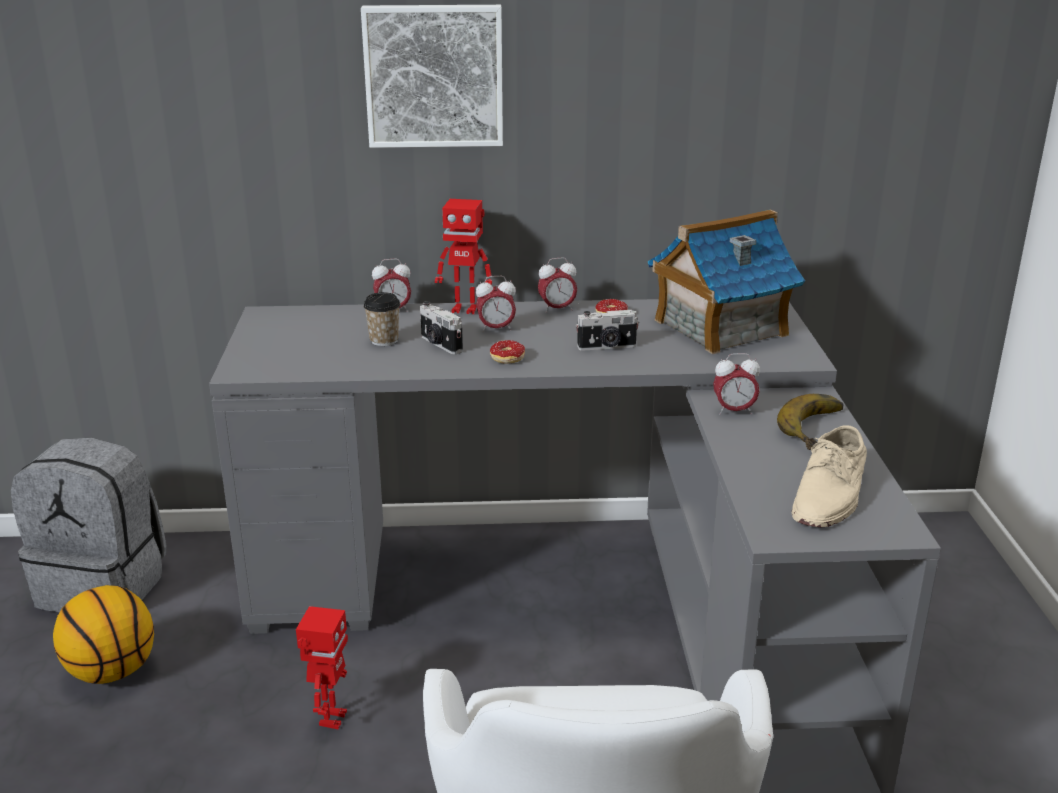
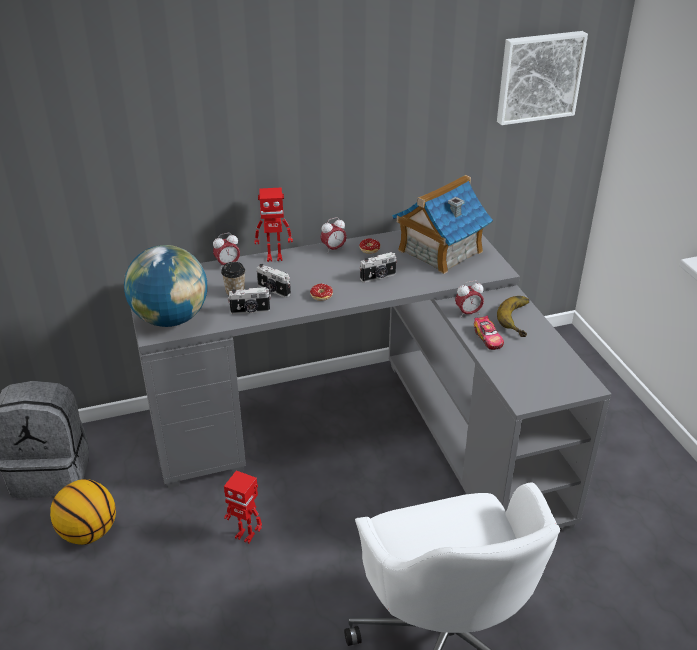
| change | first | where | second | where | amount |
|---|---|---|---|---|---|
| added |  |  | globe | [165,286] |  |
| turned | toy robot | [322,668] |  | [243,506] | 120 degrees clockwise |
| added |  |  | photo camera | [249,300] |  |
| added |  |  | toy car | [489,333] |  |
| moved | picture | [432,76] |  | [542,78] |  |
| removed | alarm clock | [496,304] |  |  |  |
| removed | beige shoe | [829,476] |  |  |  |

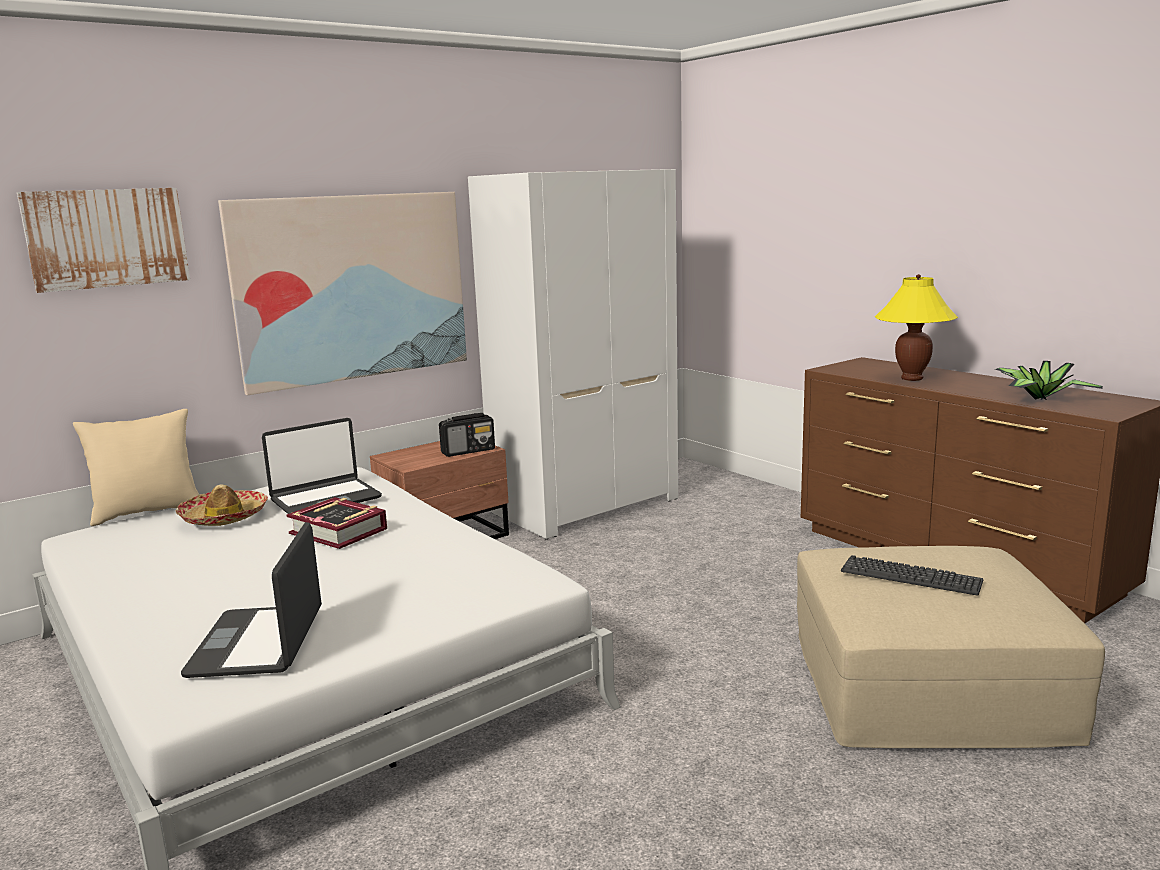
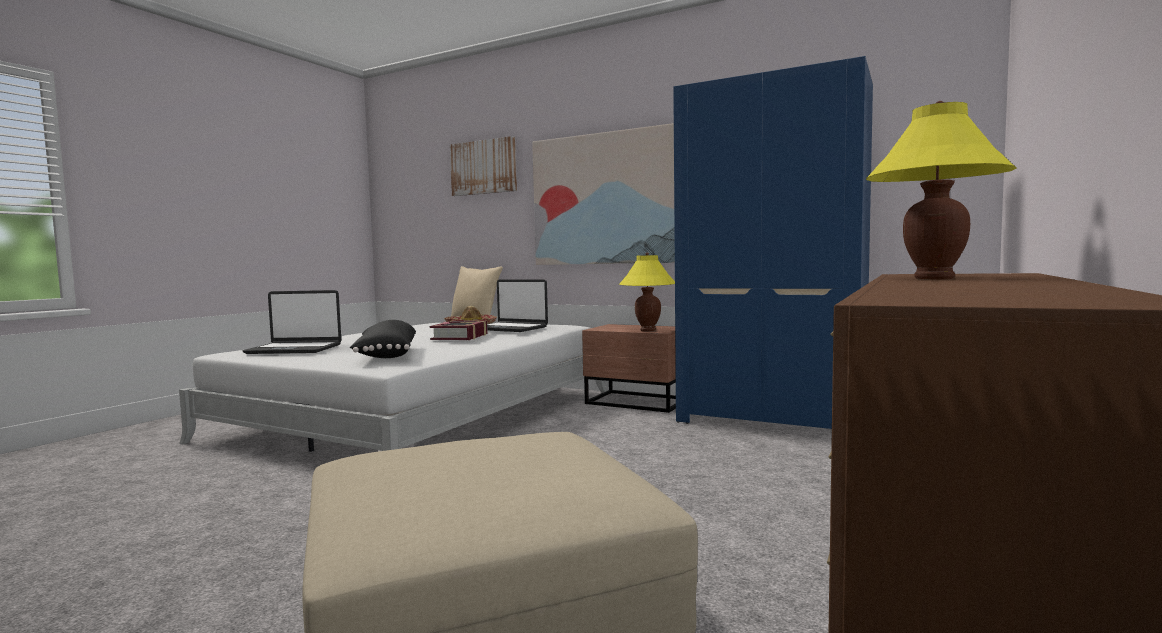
| change | first | where | second | where | amount |
|---|---|---|---|---|---|
| turned | laptop | [251,600] |  | [292,322] | 150 degrees counterclockwise |
| added |  |  | black pillow | [383,339] |  |
| replaced | radio | [467,435] | yellow table lamp | [647,292] |  |
| recoloured | white wardrobe | [573,354] | blue wardrobe | [773,242] |  |
| removed | keyboard | [912,575] |  |  |  |
| removed | potted plant | [1049,380] |  |  |  |

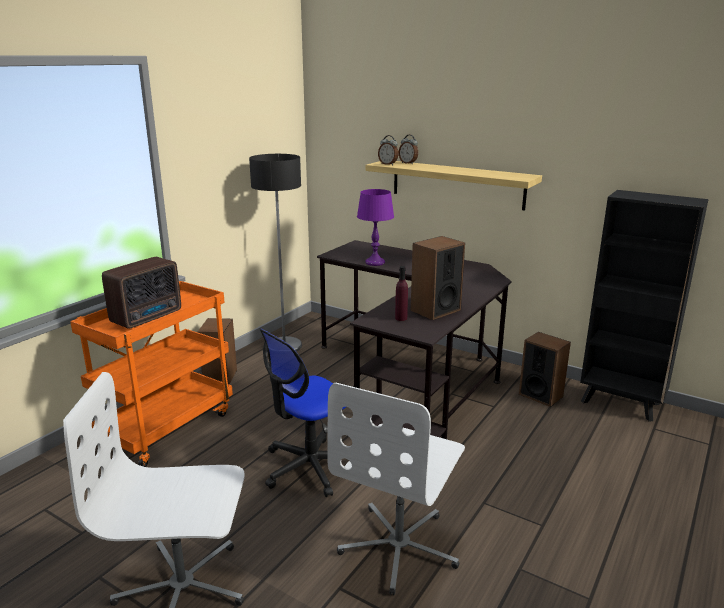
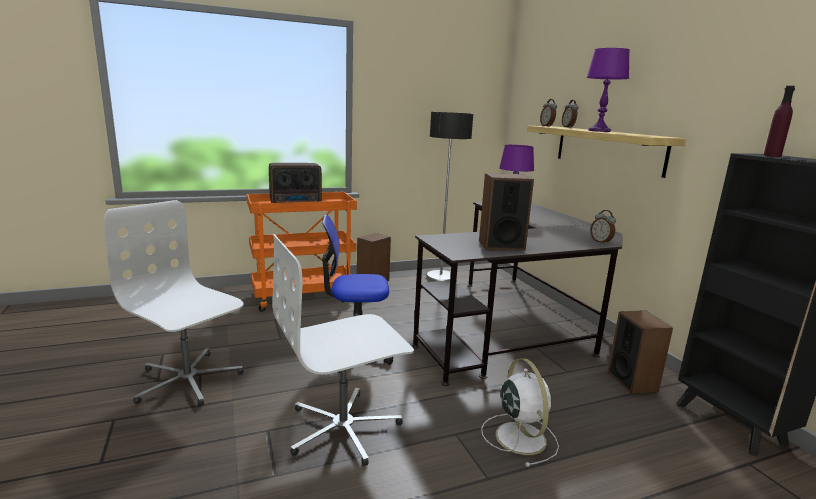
| change | first | where | second | where | amount |
|---|---|---|---|---|---|
| added |  |  | white fan | [520,412] |  |
| added |  |  | purple table lamp | [608,90] |  |
| added |  |  | alarm clock | [603,227] |  |
| moved | purple bottle | [401,293] |  | [779,121] |  |

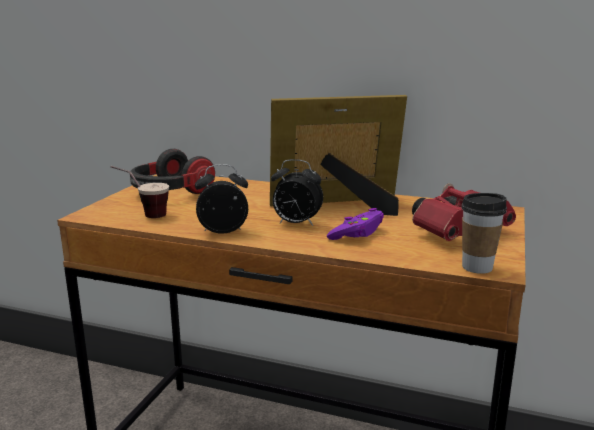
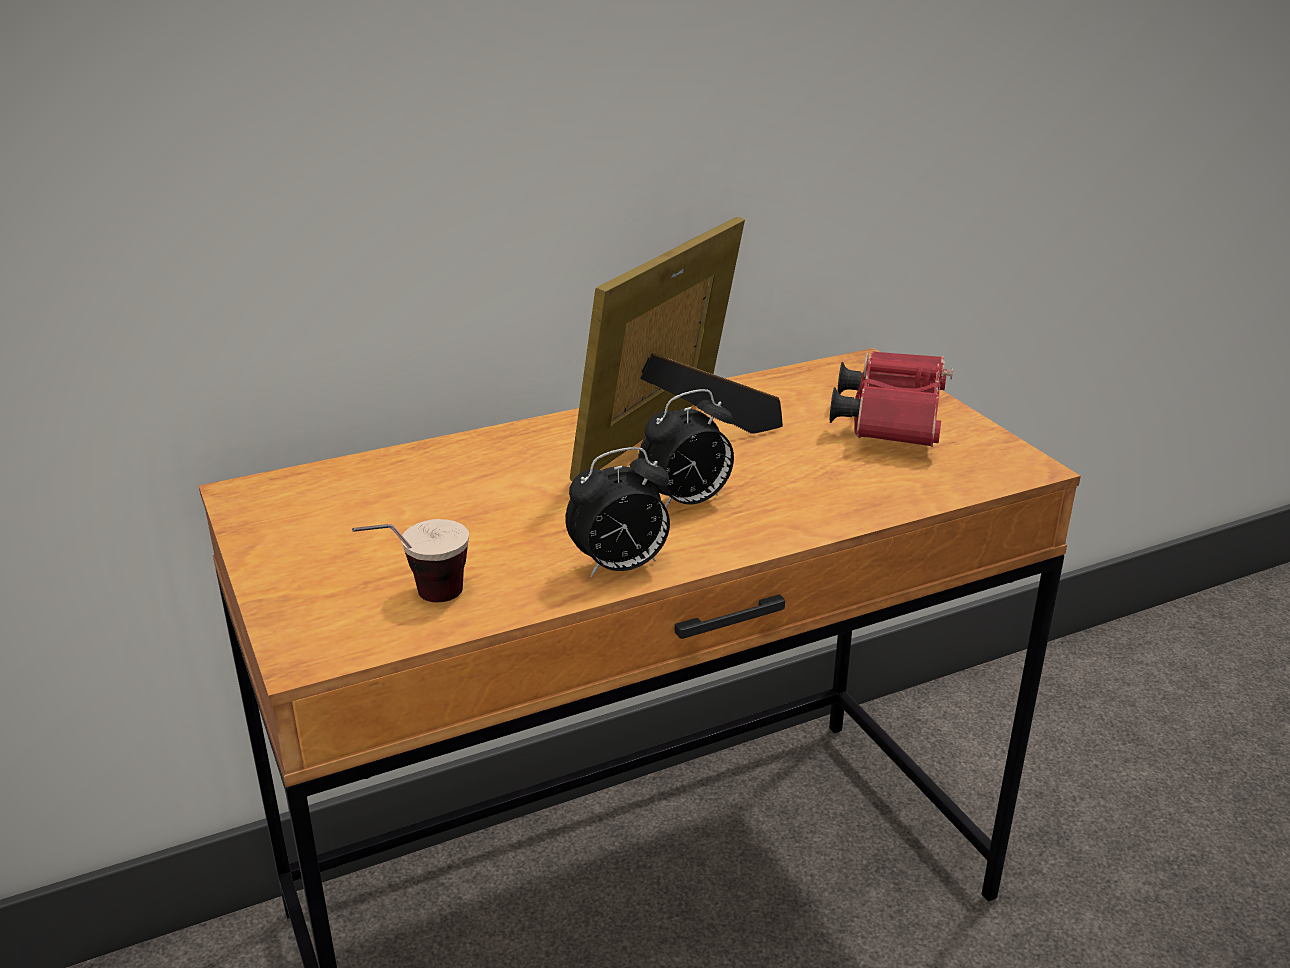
| change | first | where | second | where | amount |
|---|---|---|---|---|---|
| turned | alarm clock | [221,199] |  | [617,512] | 150 degrees counterclockwise |
| removed | headphones | [172,171] |  |  |  |
| removed | purple game controller | [355,224] |  |  |  |
| removed | cup | [484,233] |  |  |  |

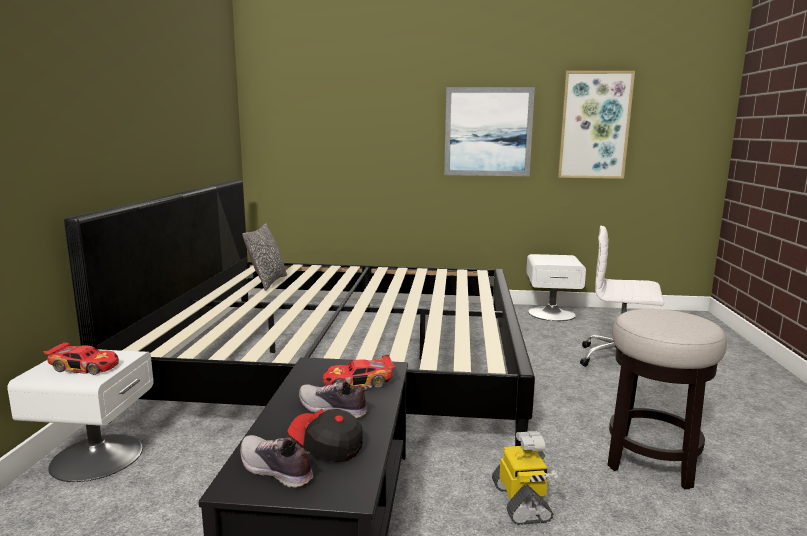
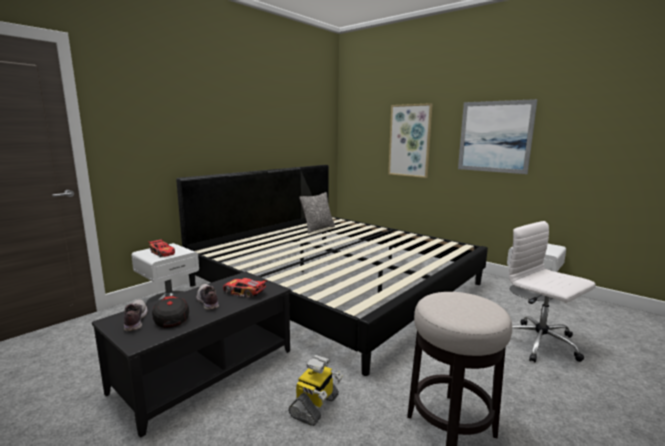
| change | first | where | second | where | amount |
|---|---|---|---|---|---|
| moved | picture | [596,125] |  | [410,140] |  |

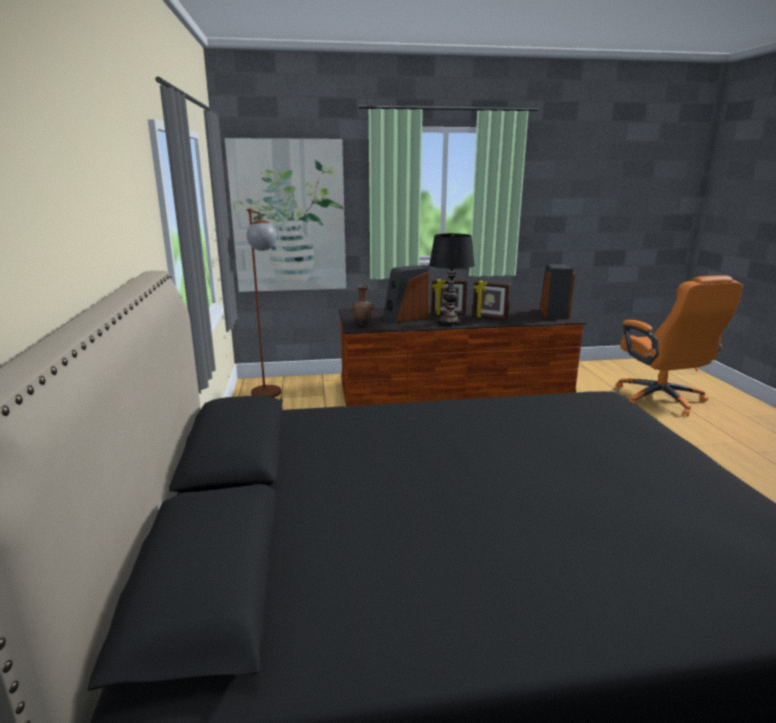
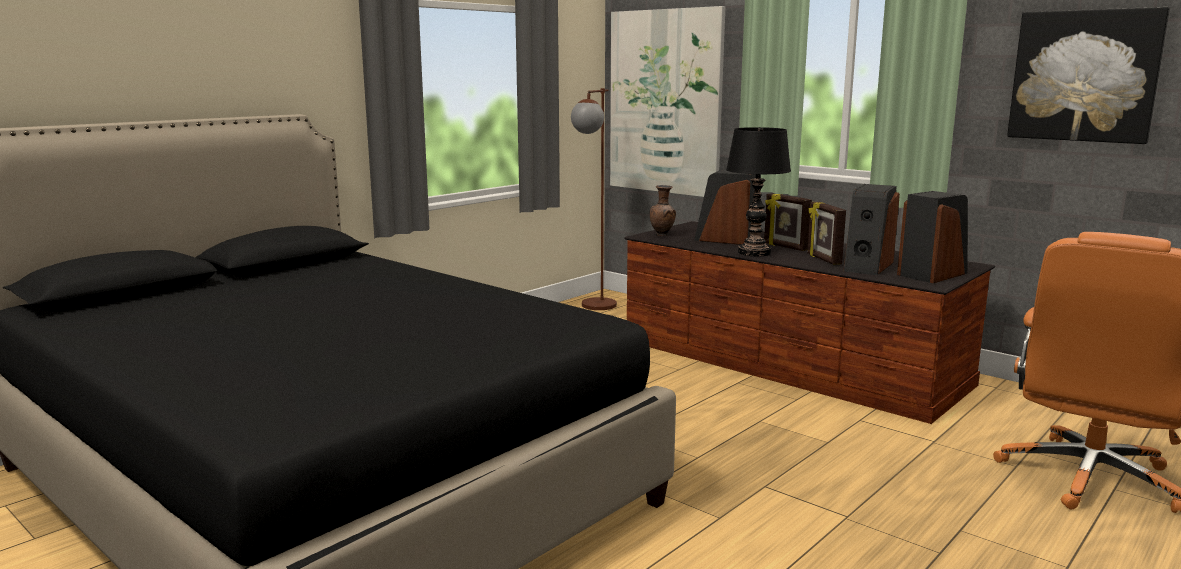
| change | first | where | second | where | amount |
|---|---|---|---|---|---|
| added |  |  | speaker | [872,229] |  |
| added |  |  | picture | [1088,75] |  |

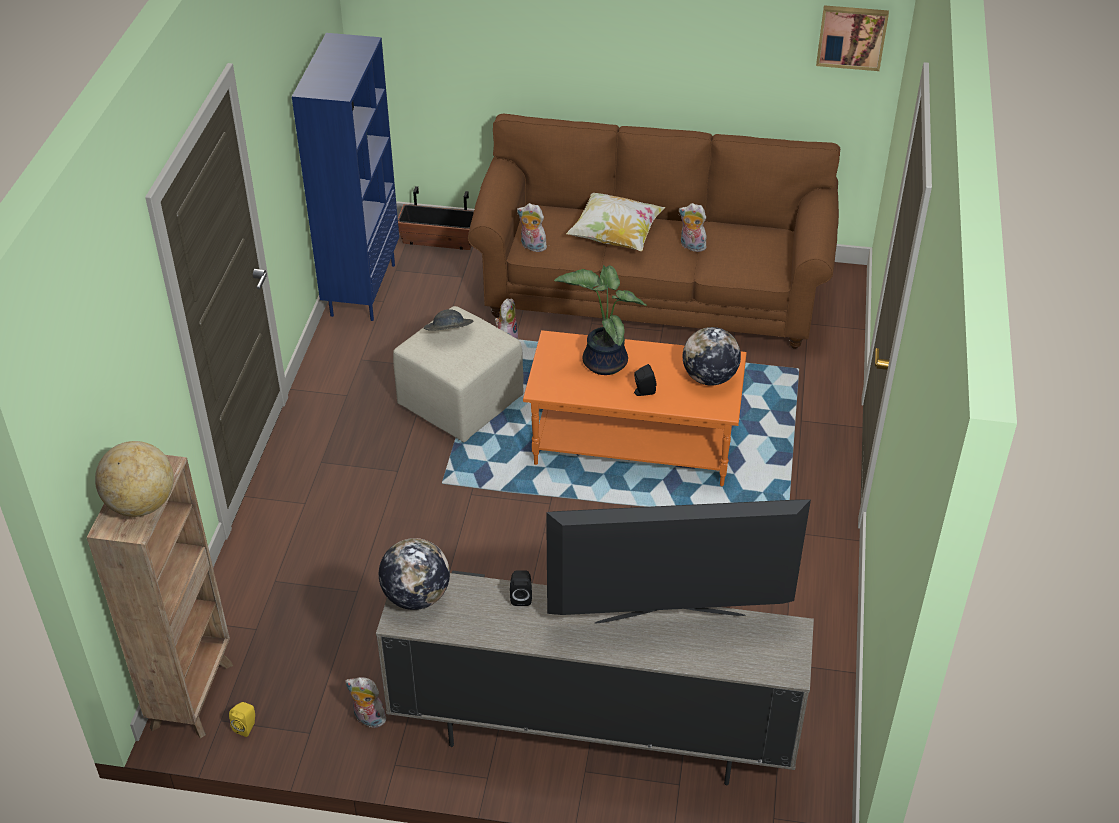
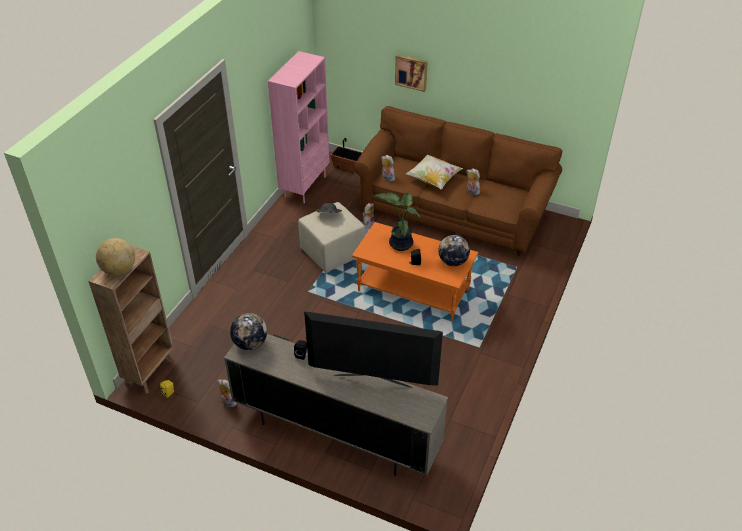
| change | first | where | second | where | amount |
|---|---|---|---|---|---|
| recoloured | blue bookcase | [345,177] | pink bookcase | [299,127] |  |
| moved | picture | [852,38] |  | [411,73] |  |

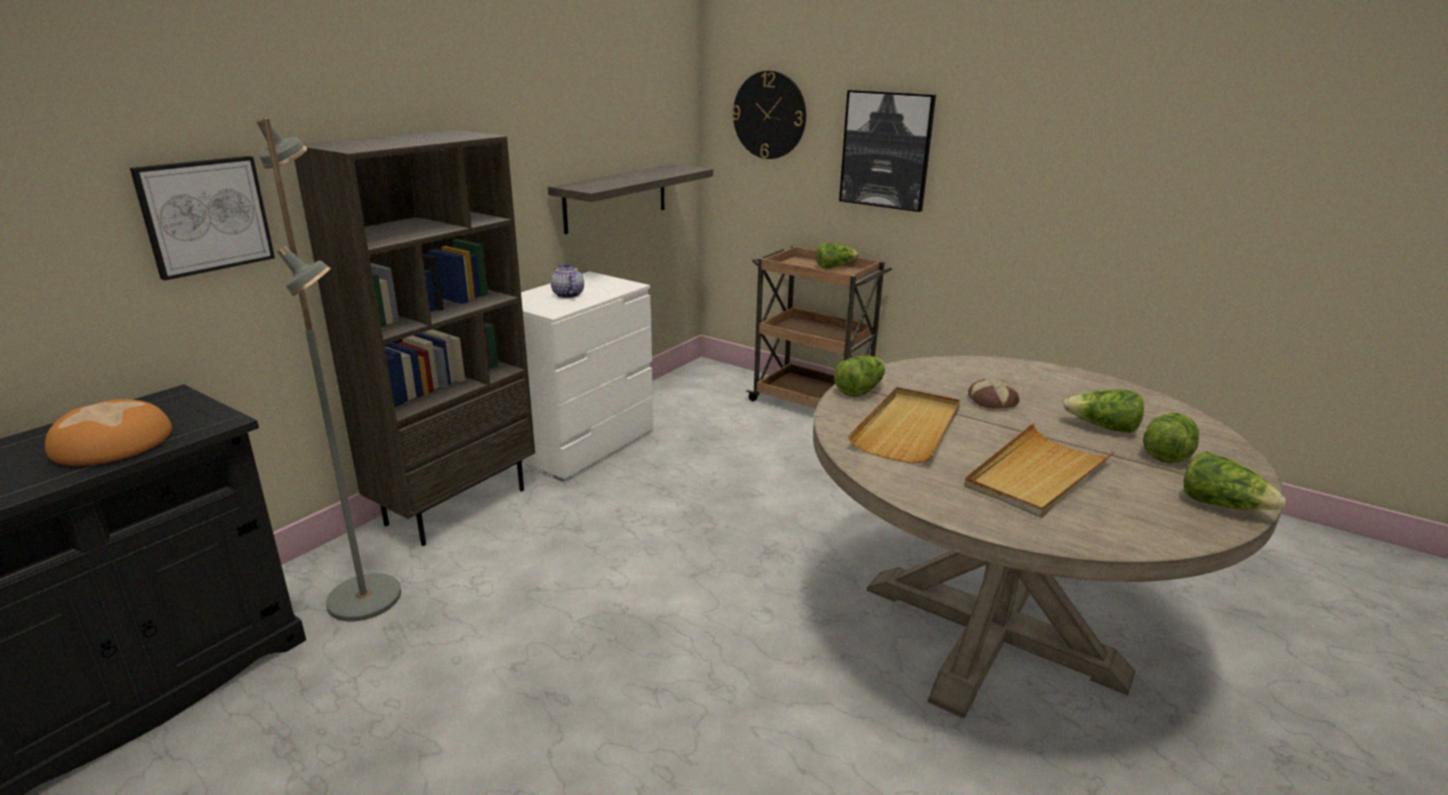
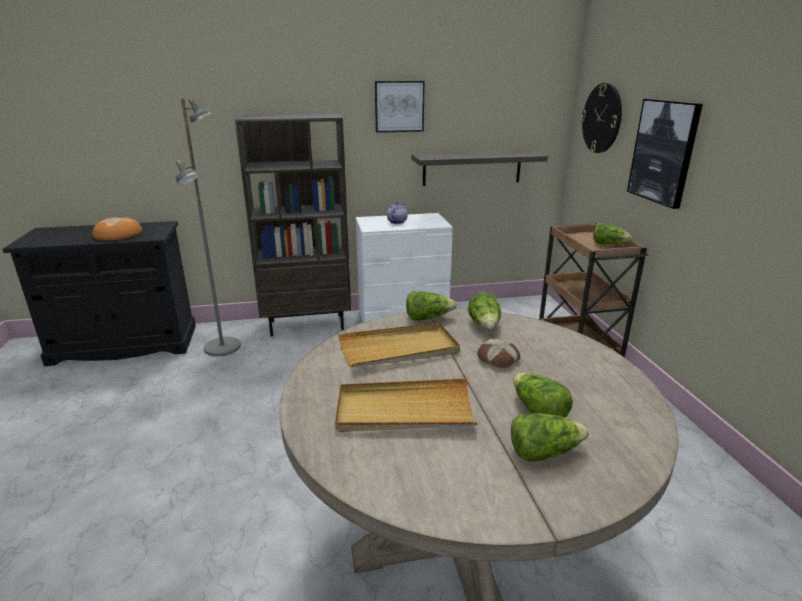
| change | first | where | second | where | amount |
|---|---|---|---|---|---|
| moved | picture | [202,218] |  | [400,107] |  |
| moved | lettuce | [1235,480] |  | [484,310] |  |

